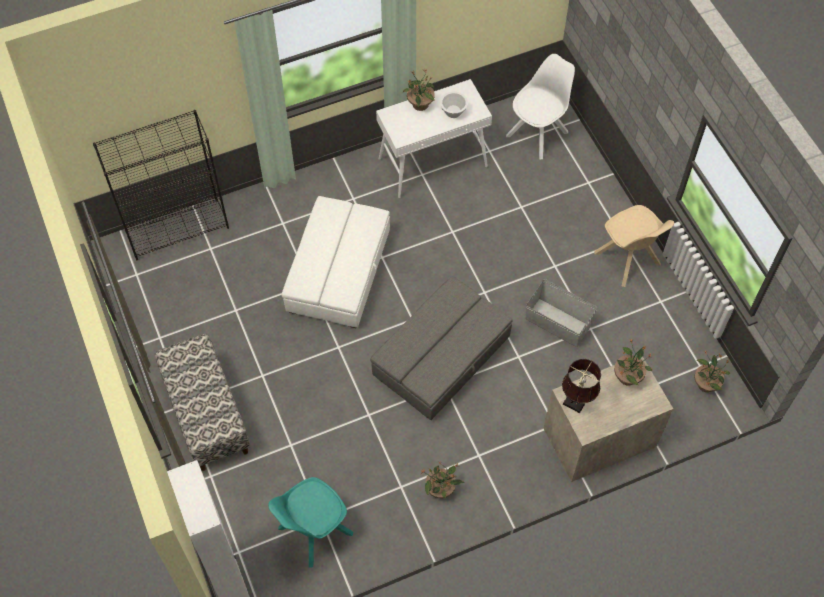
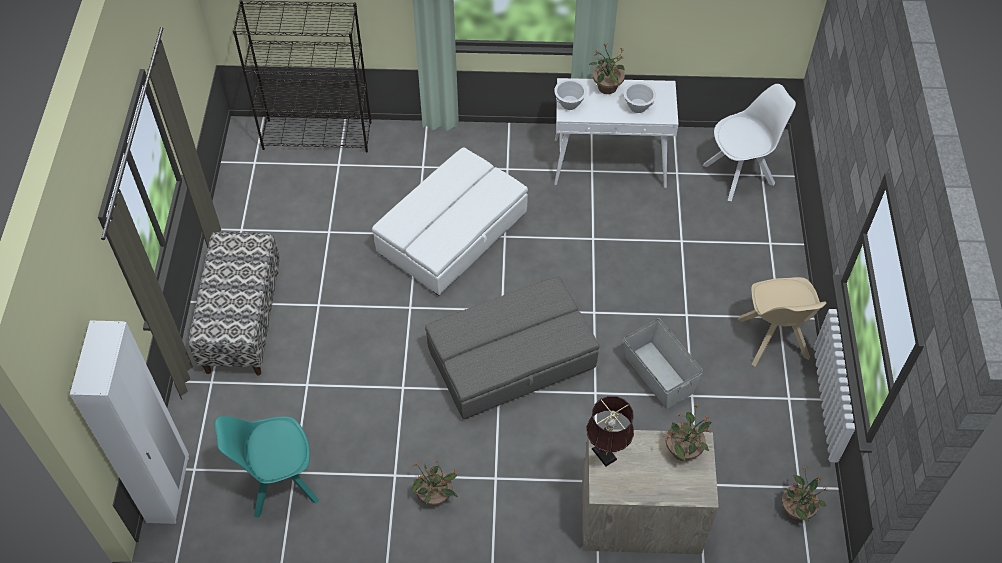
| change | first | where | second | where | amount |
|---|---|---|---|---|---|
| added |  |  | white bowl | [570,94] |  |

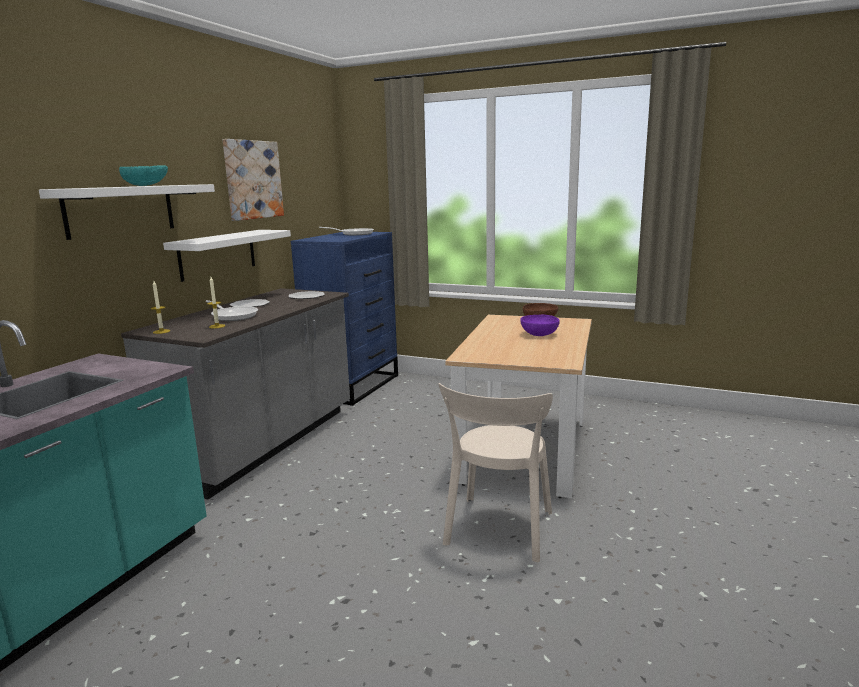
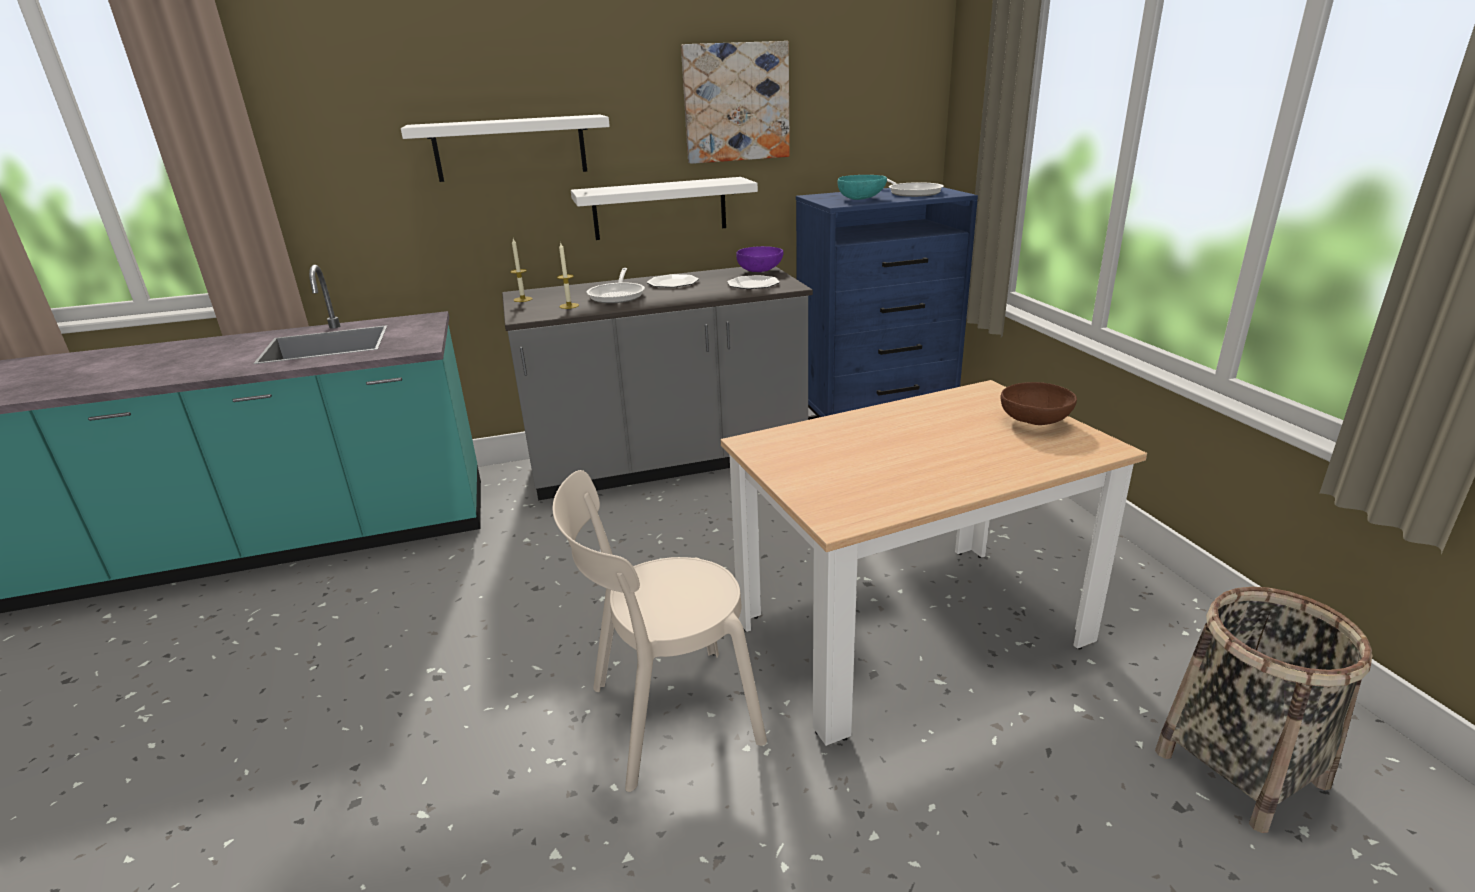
| change | first | where | second | where | amount |
|---|---|---|---|---|---|
| moved | purple bowl | [539,325] |  | [760,259] |  |
| moved | turquoise bowl | [143,175] |  | [862,187] |  |
| added |  |  | basket | [1263,710] |  |

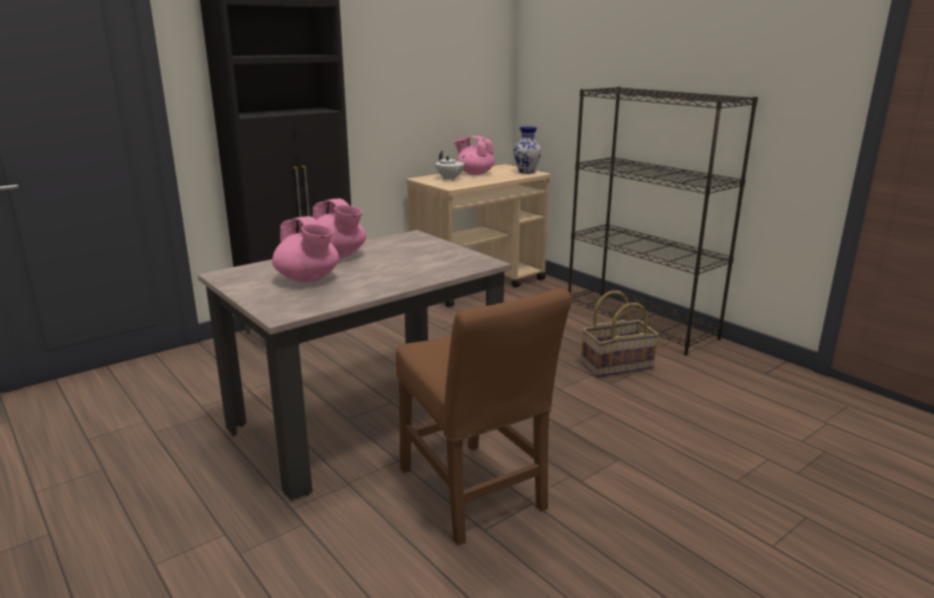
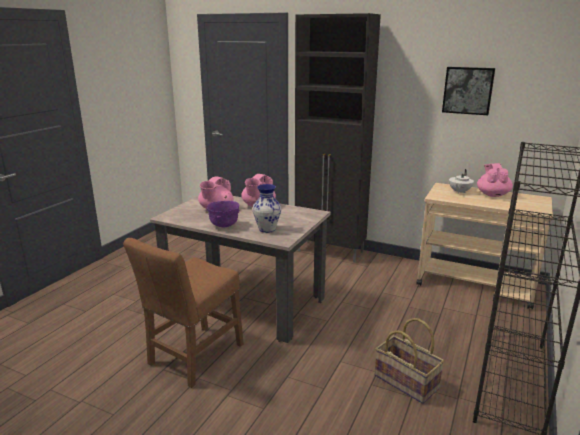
| change | first | where | second | where | amount |
|---|---|---|---|---|---|
| added |  |  | purple bowl | [223,214] |  |
| moved | vase | [527,150] |  | [267,208] |  |
| added |  |  | picture | [468,91] |  |

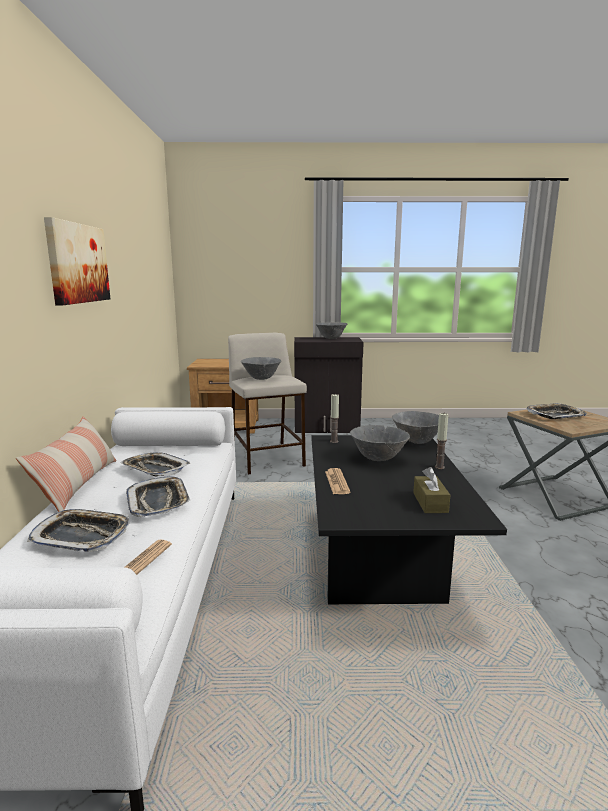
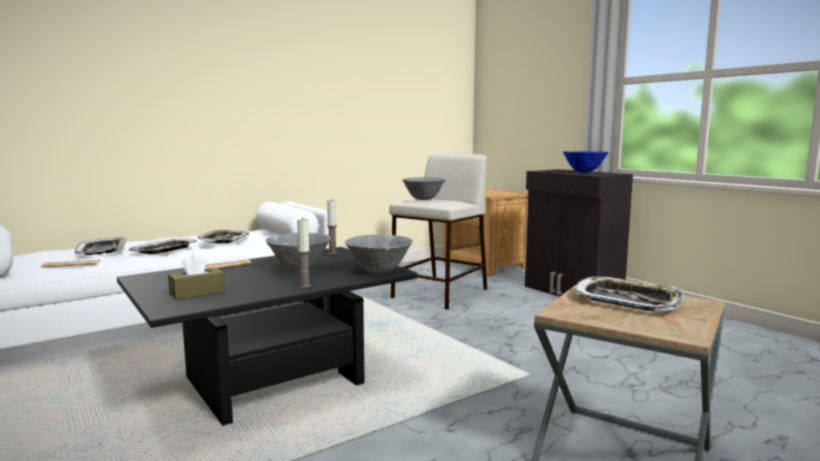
| change | first | where | second | where | amount |
|---|---|---|---|---|---|
| recoloured | grey bowl | [331,330] | blue bowl | [586,162] |  |
| removed | pillow | [66,464] |  |  |  |
| removed | picture | [77,261] |  |  |  |

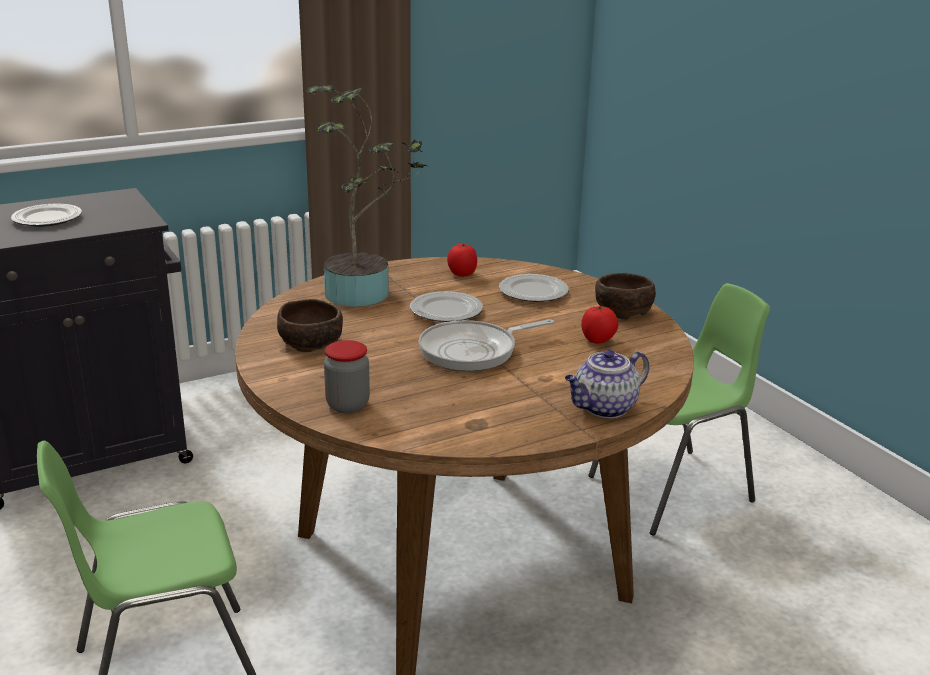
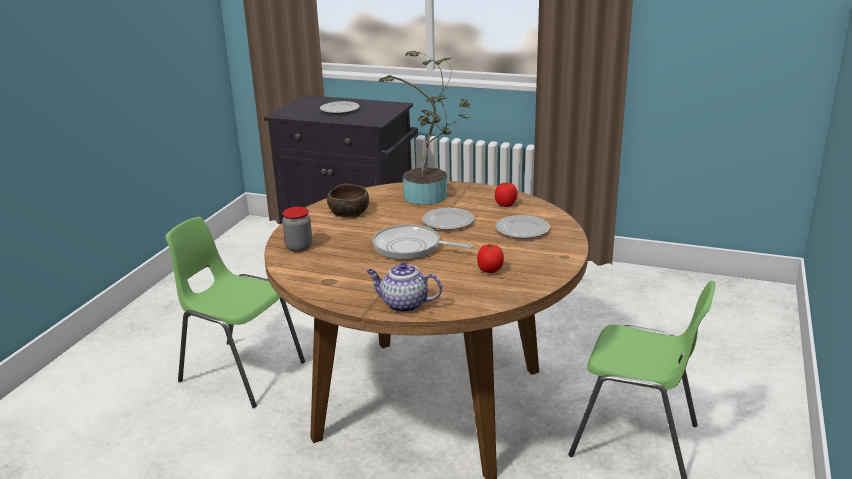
| change | first | where | second | where | amount |
|---|---|---|---|---|---|
| removed | brown bowl | [625,296] |  |  |  |

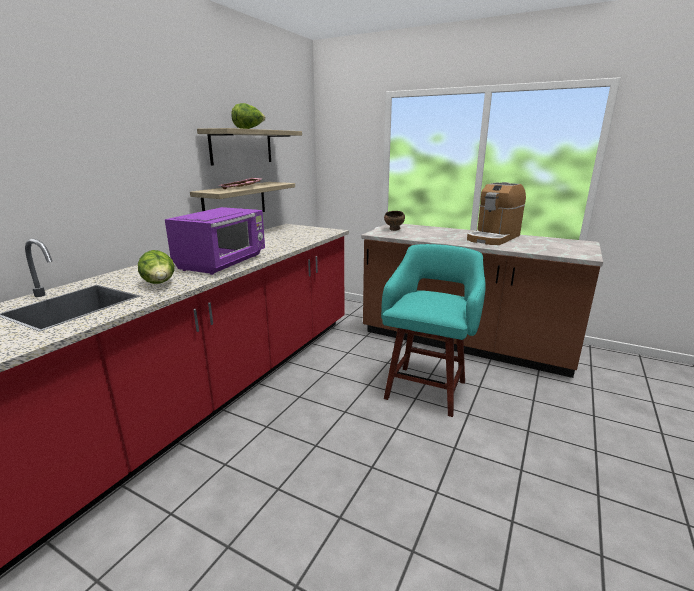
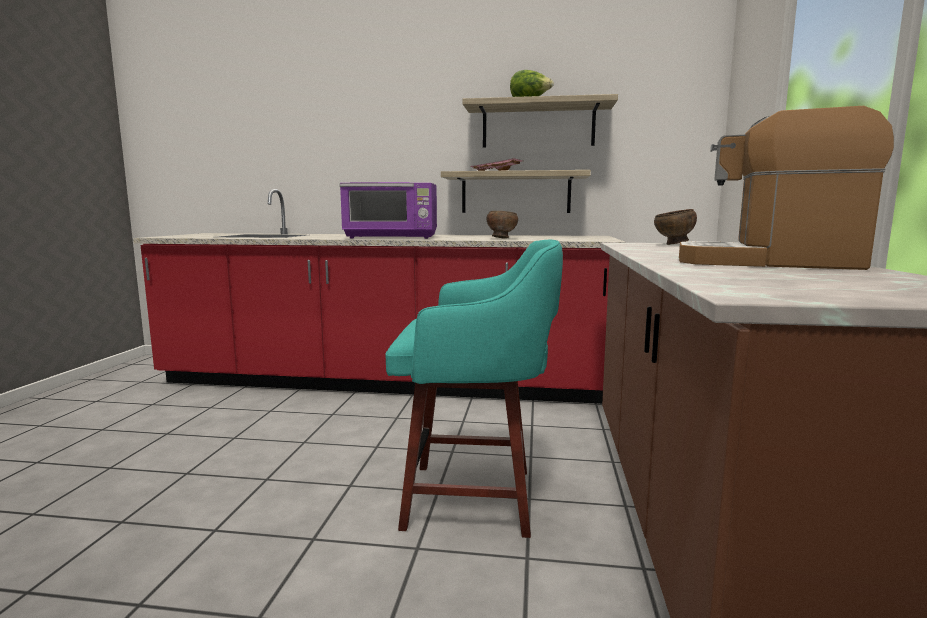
| change | first | where | second | where | amount |
|---|---|---|---|---|---|
| added |  |  | brown bowl | [502,225] |  |
| removed | lettuce | [156,267] |  |  |  |

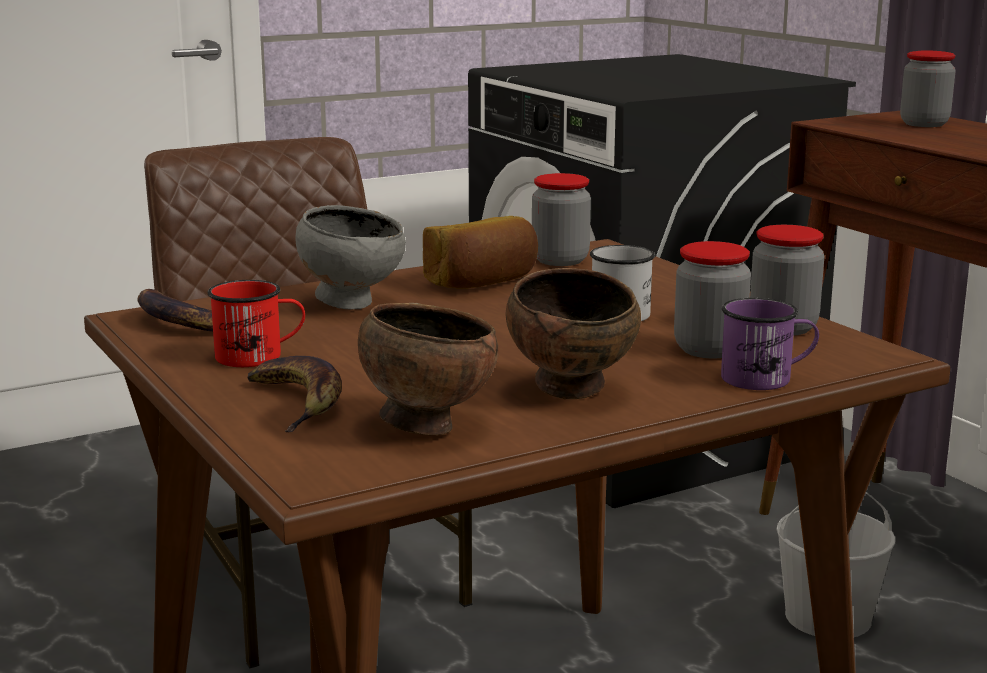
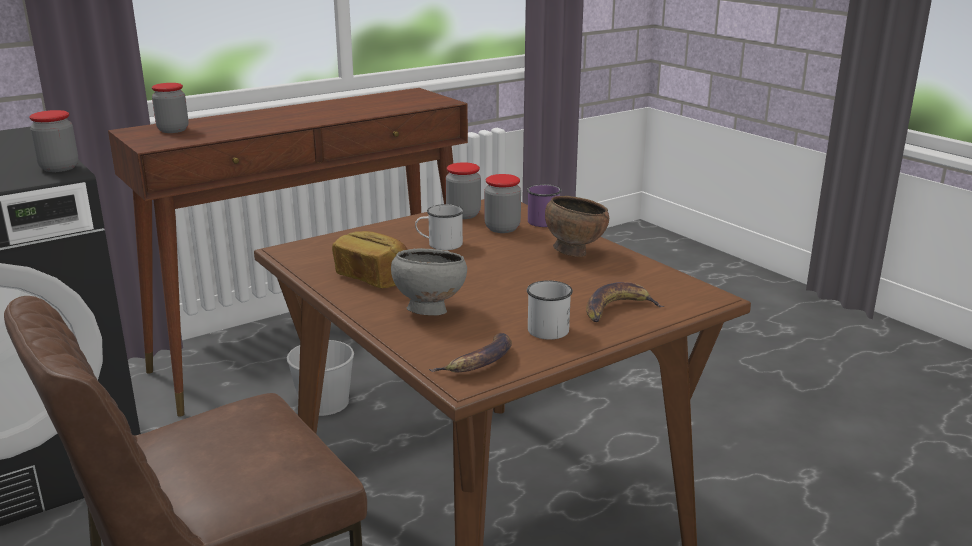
| change | first | where | second | where | amount |
|---|---|---|---|---|---|
| moved | jar | [561,219] |  | [53,141] |  |
| recoloured | red mug | [256,323] | white mug | [550,310] |  |
| removed | brown bowl | [428,369] |  |  |  |

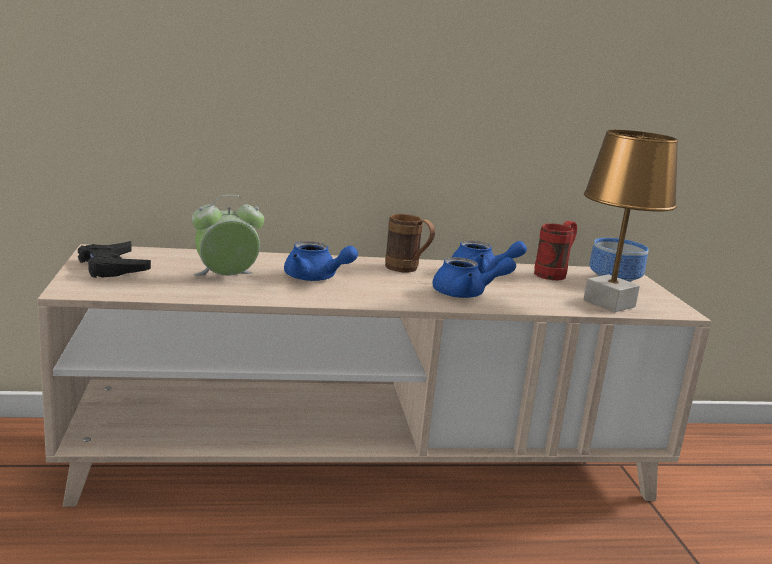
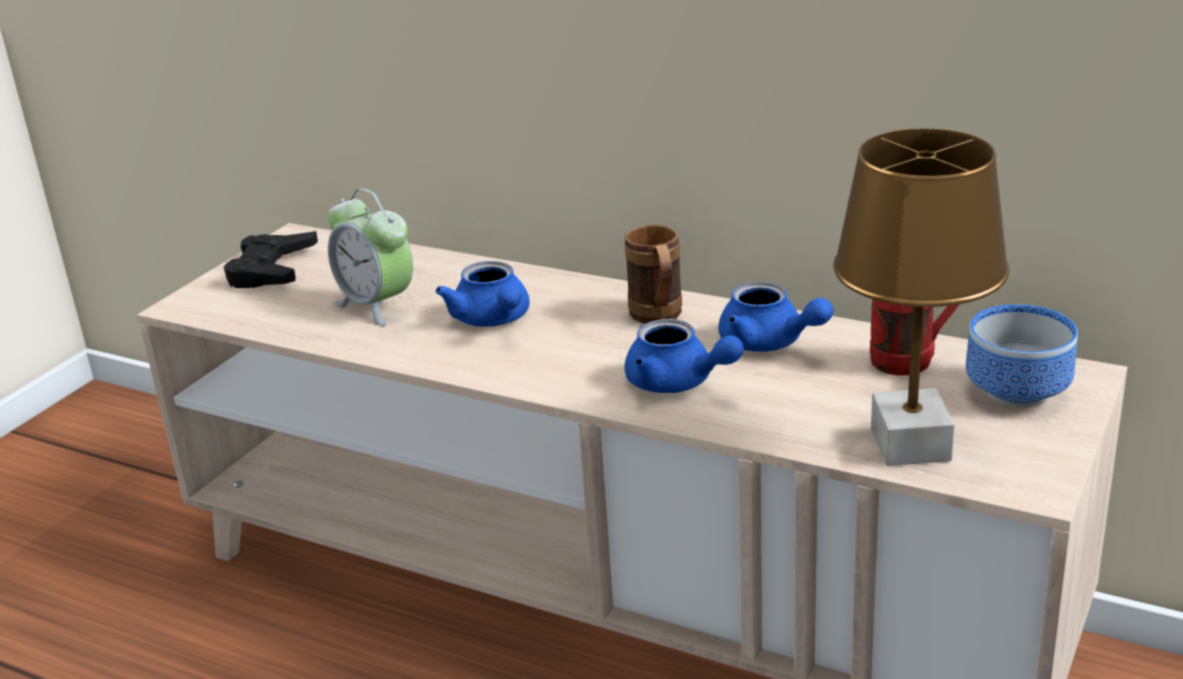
| change | first | where | second | where | amount |
|---|---|---|---|---|---|
| turned | alarm clock | [228,235] |  | [370,257] | 150 degrees counterclockwise |

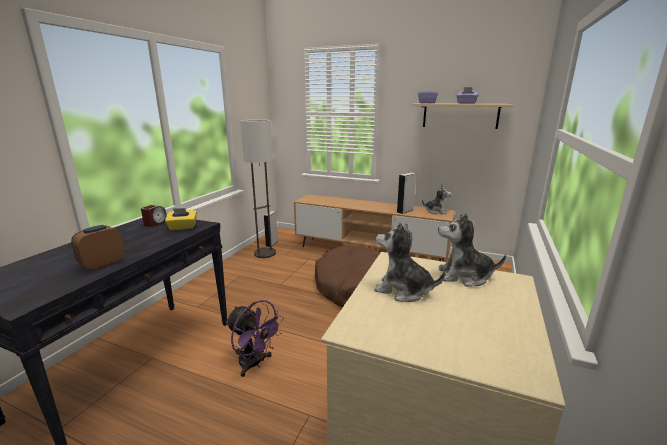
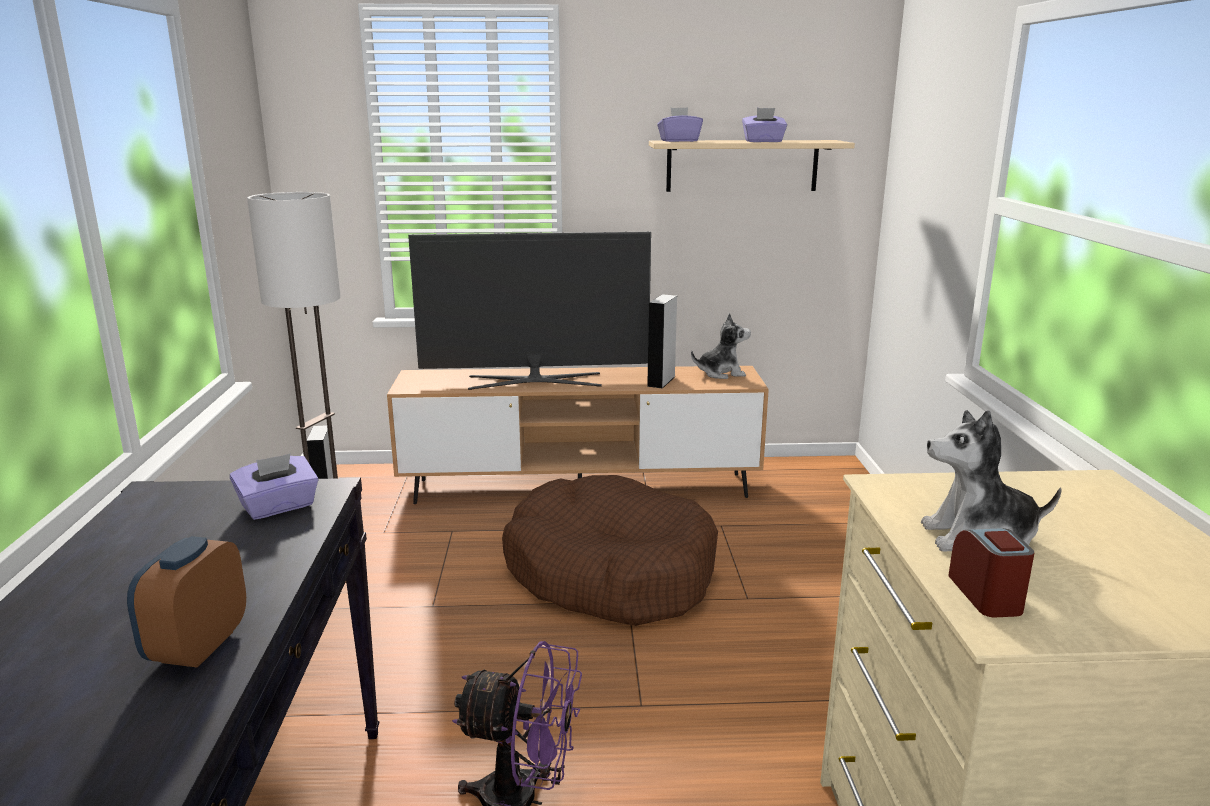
| change | first | where | second | where | amount |
|---|---|---|---|---|---|
| recoloured | yellow tissue box | [181,219] | purple tissue box | [274,487] |  |
| added |  |  | television | [529,311] |  |
| moved | alarm clock | [154,216] |  | [991,572] |  |
| removed | plush toy | [472,250] |  |  |  |

